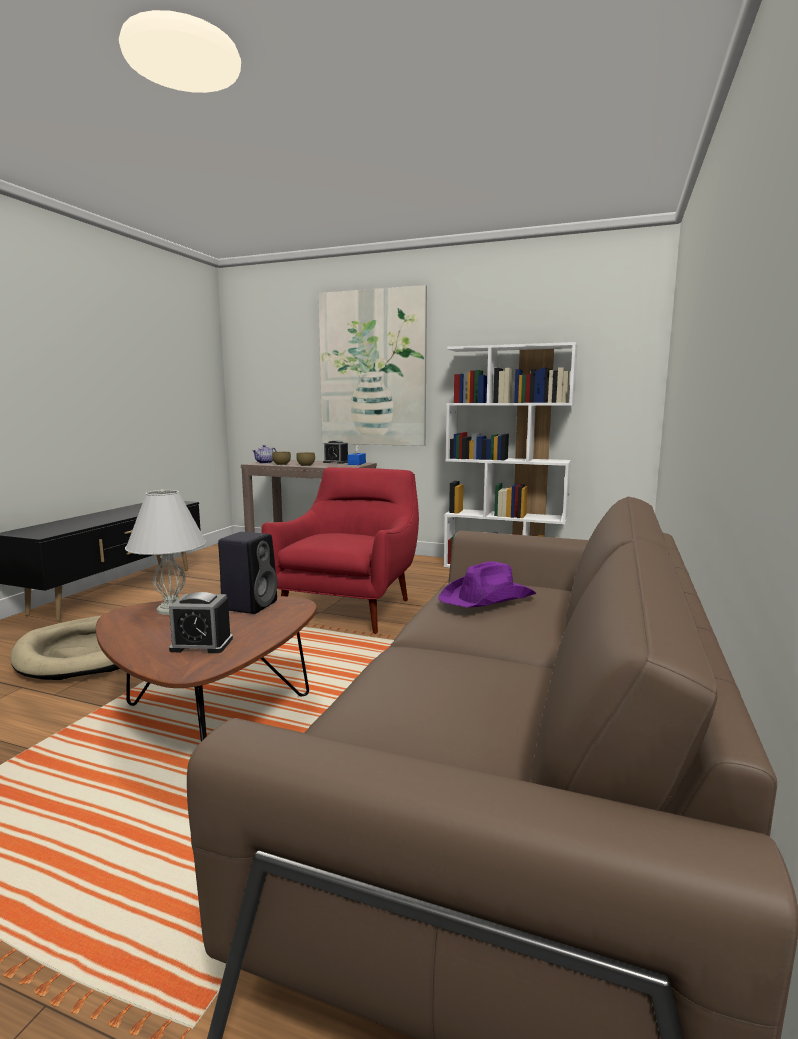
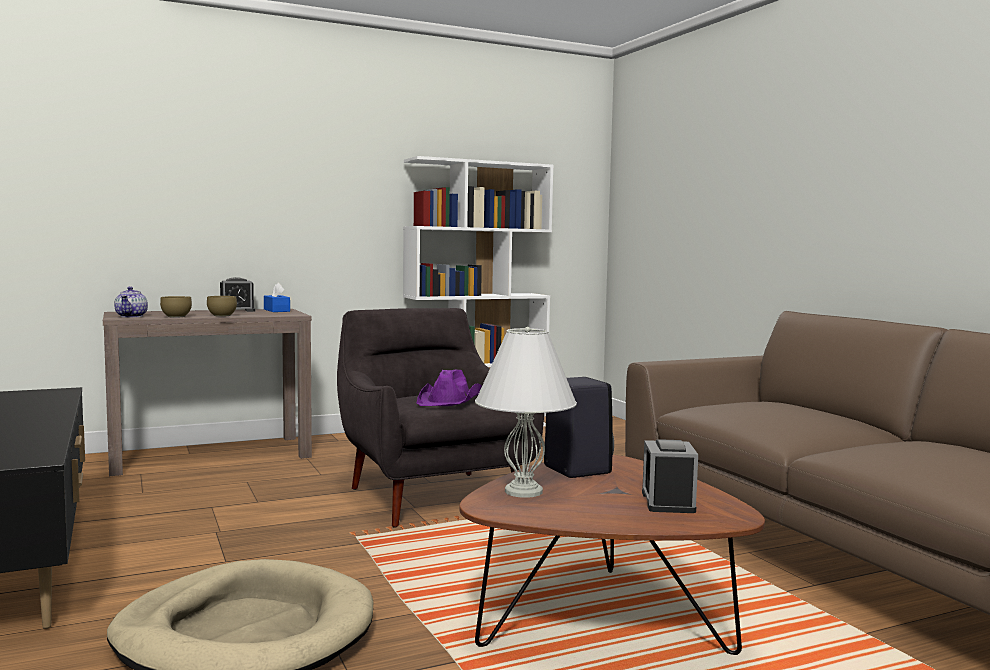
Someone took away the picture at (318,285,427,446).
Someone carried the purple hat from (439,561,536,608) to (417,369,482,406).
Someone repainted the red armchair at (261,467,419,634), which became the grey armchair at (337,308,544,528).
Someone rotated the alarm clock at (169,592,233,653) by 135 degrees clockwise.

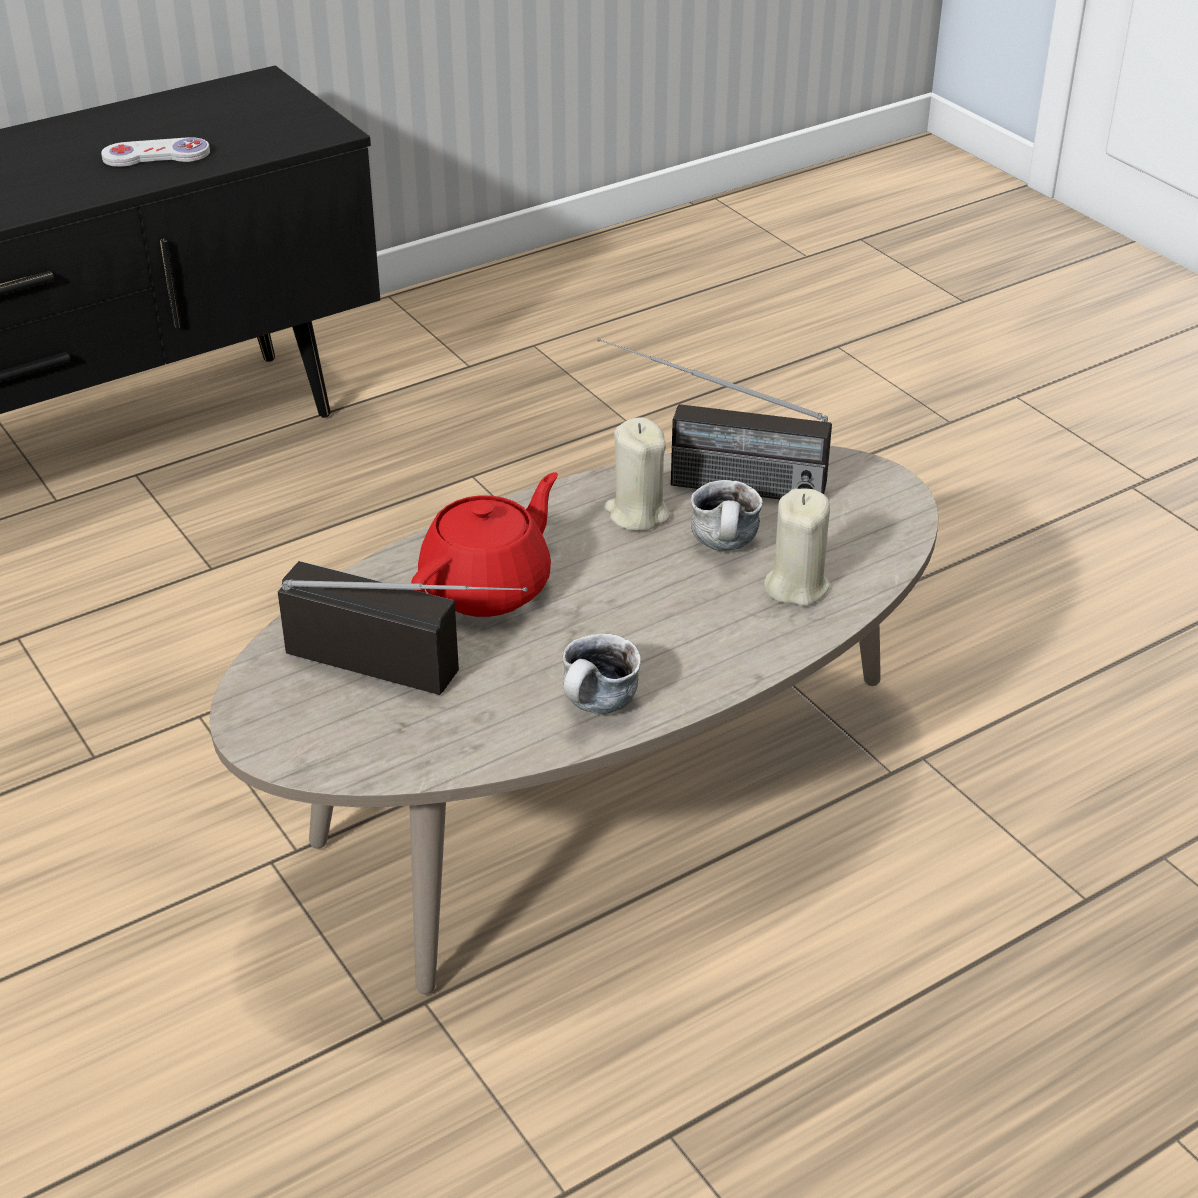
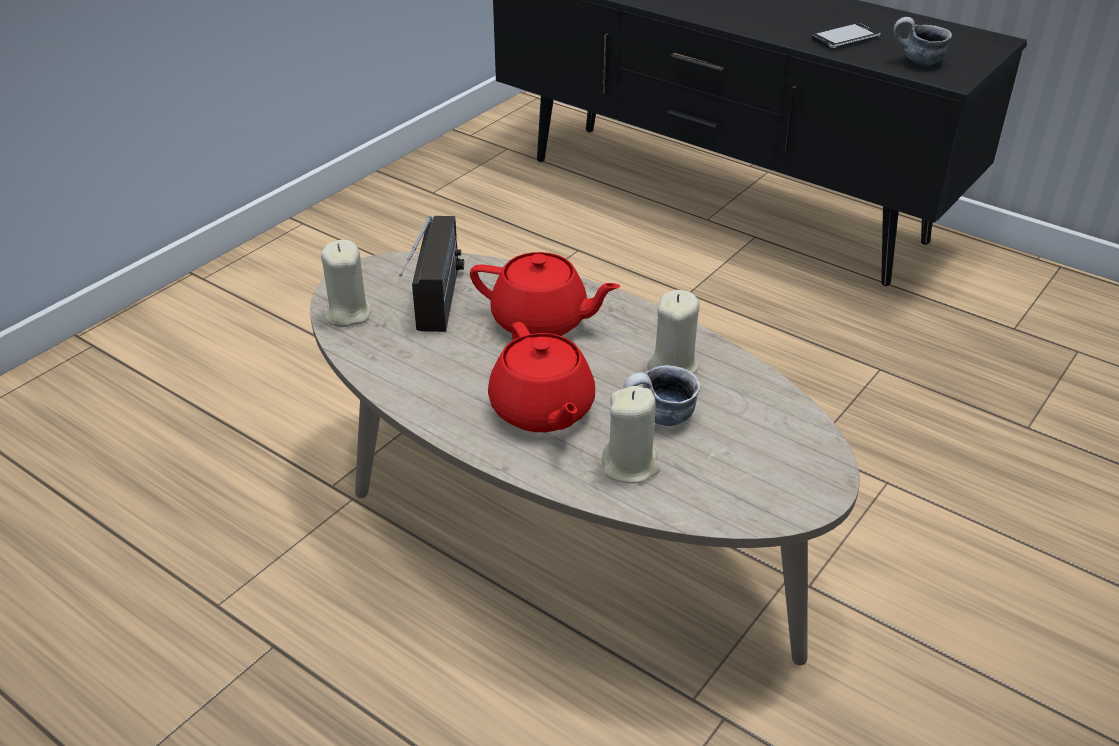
Someone took away the radio at (597,338,832,499).
Someone put down the beige candle at (321,240,371,327).
Someone put down the red teapot at (488,322,595,432).
Someone carried the mug from (562,633,641,714) to (893,17,952,66).
Someone swapped the white game controller at (101,137,210,167) for the phone at (811,23,881,49).

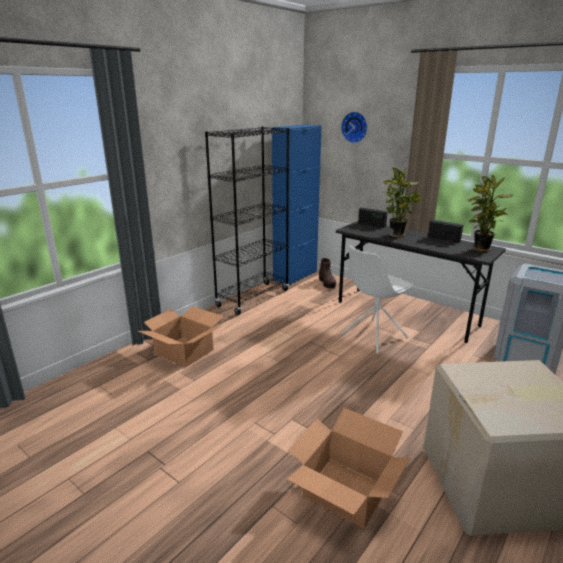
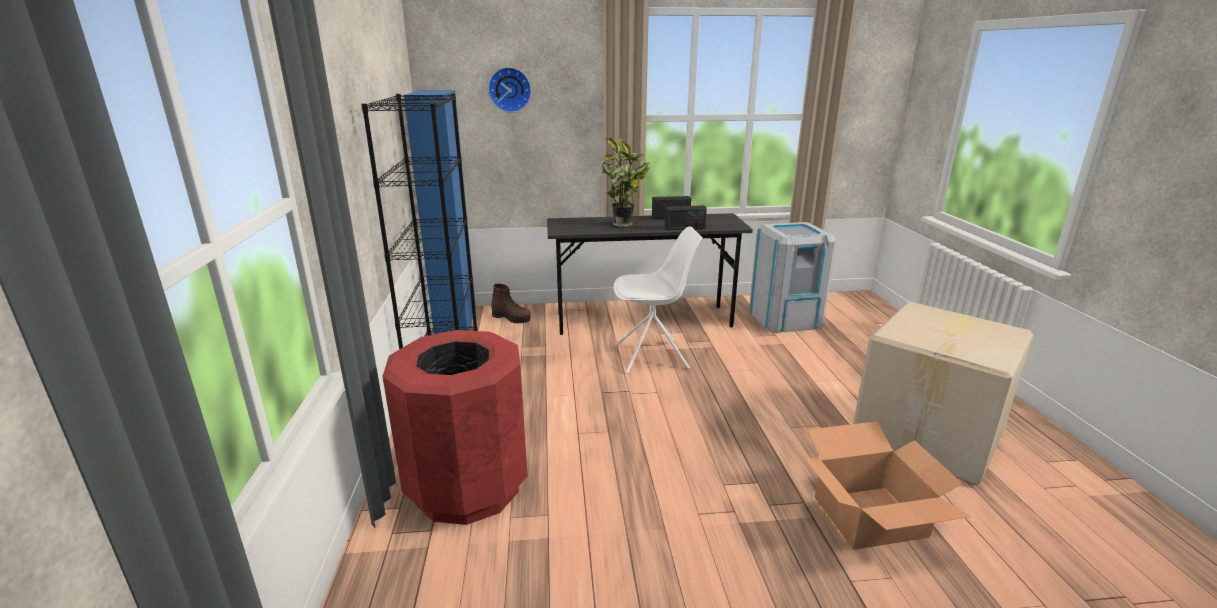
Someone took away the potted plant at (467,175,513,252).
Someone carried the radio from (358,207,388,228) to (664,205,707,230).
Someone swapped the cardboard box at (138,306,224,367) for the red trash can at (382,330,528,525).
Someone rotated the white chair at (341,246,413,354) by 105 degrees counterclockwise.

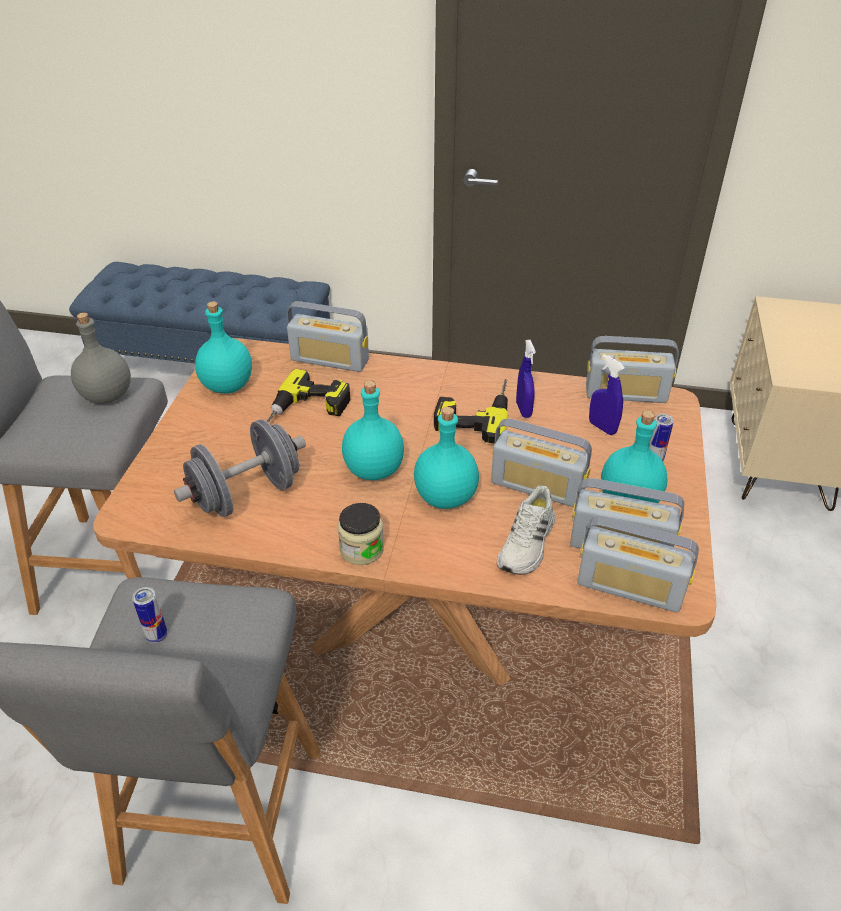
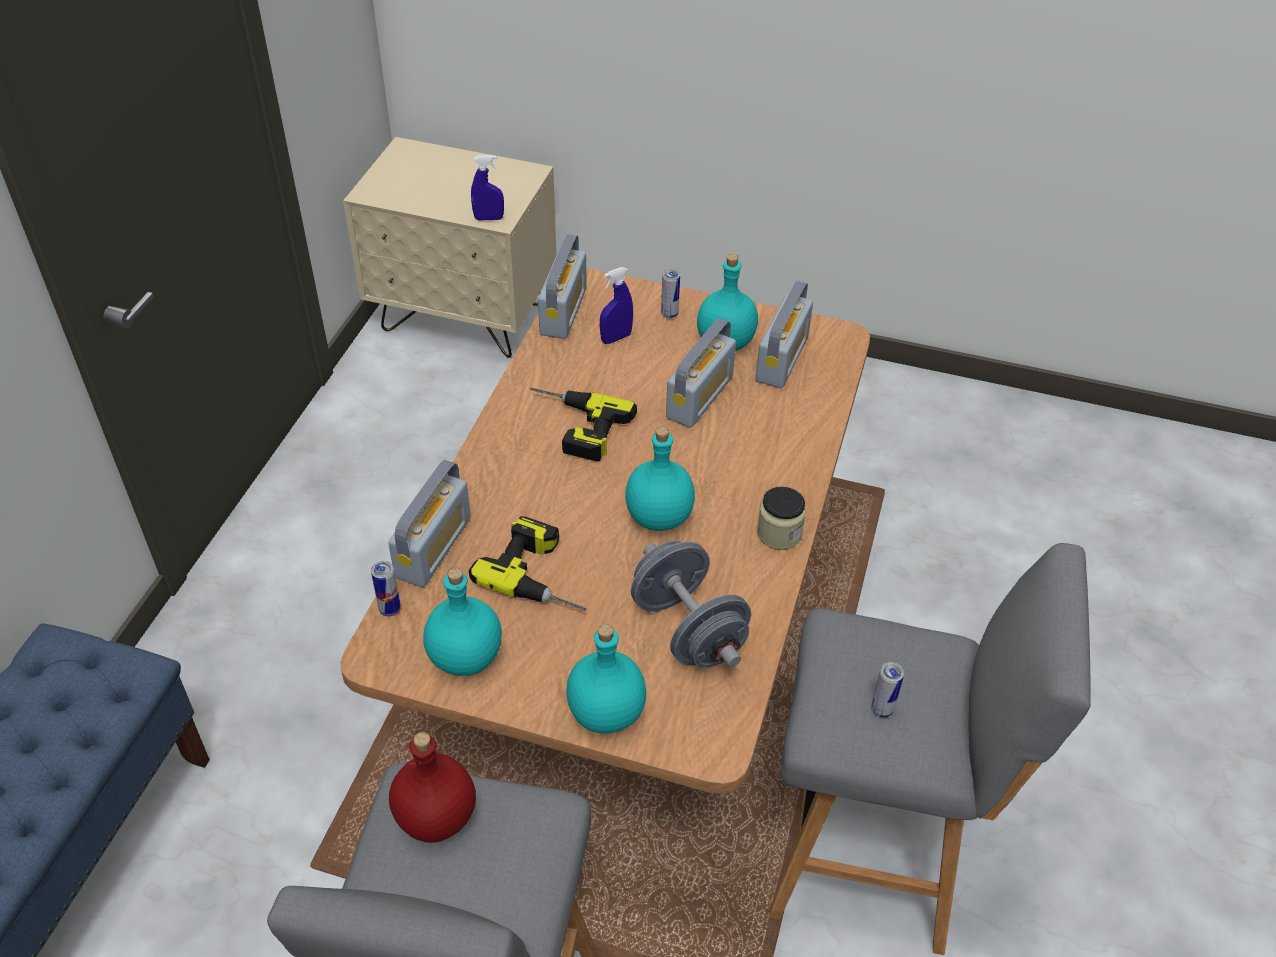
Someone took away the white shoe at (497,486,555,575).
Someone took away the radio at (577,516,699,613).
Someone put down the can at (371,561,401,616).
Someone carried the turquoise bottle from (414,407,479,509) to (566,624,646,733).
Someone carried the blue spray bottle from (516,340,536,418) to (471,155,504,220).
Someone repainted the grey bottle at (71,313,131,404), which became the red bottle at (389,732,476,843).

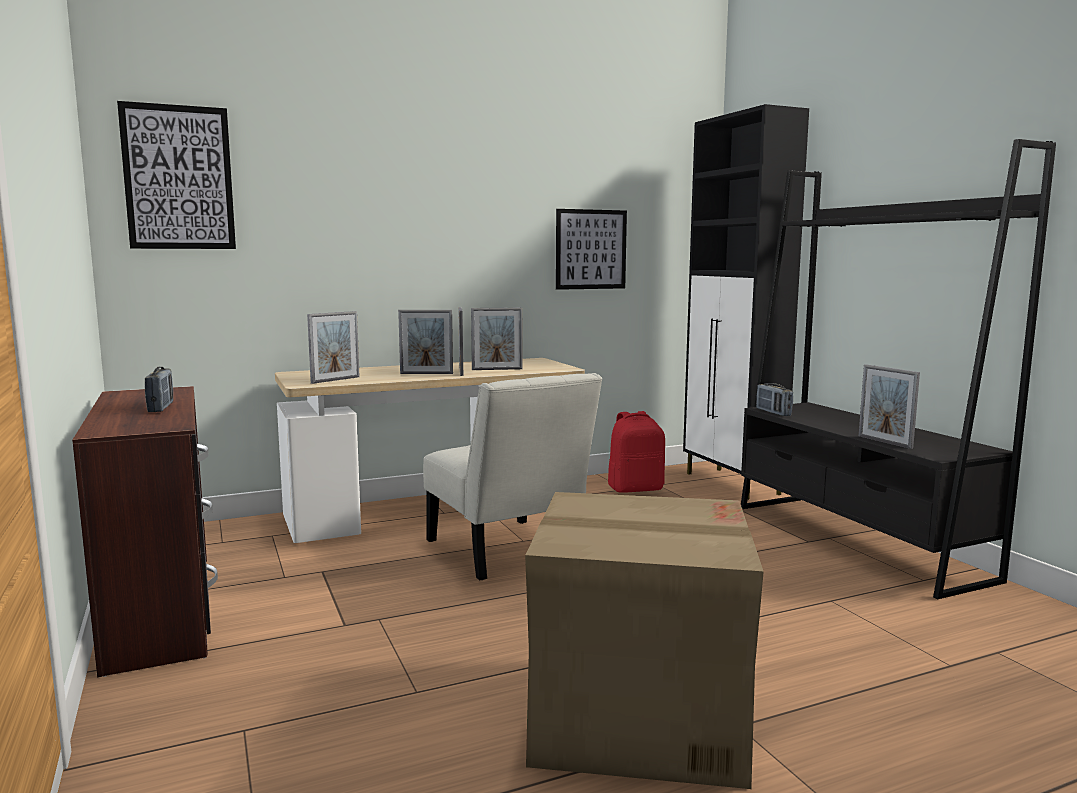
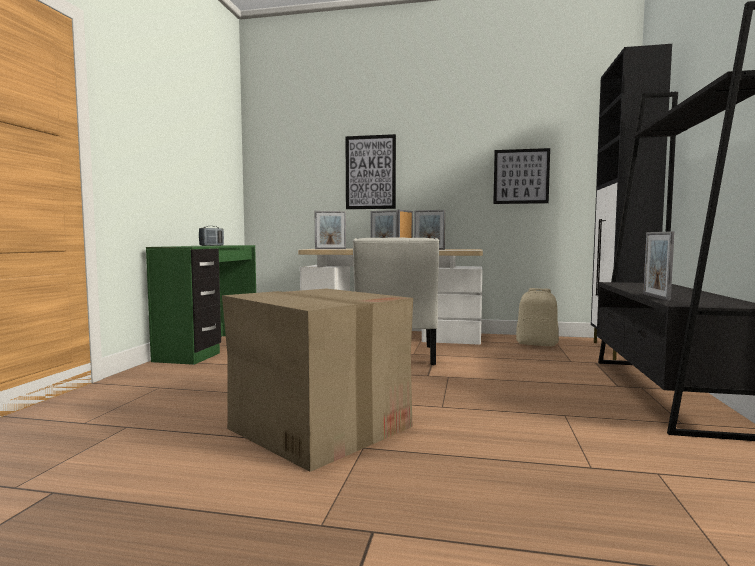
Someone took away the radio at (756,383,793,416).
Someone carried the picture from (117,101,236,249) to (345,134,396,209).
Someone repainted the brown desk at (72,386,218,677), which became the green desk at (146,245,256,365).
Someone repainted the red backpack at (608,411,665,493), which became the beige backpack at (516,288,559,346).

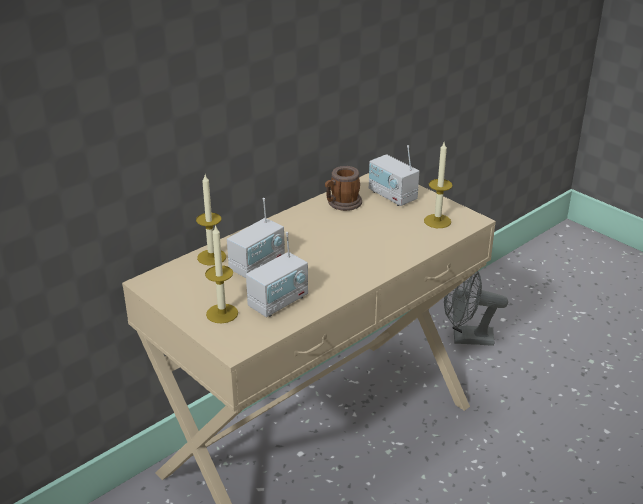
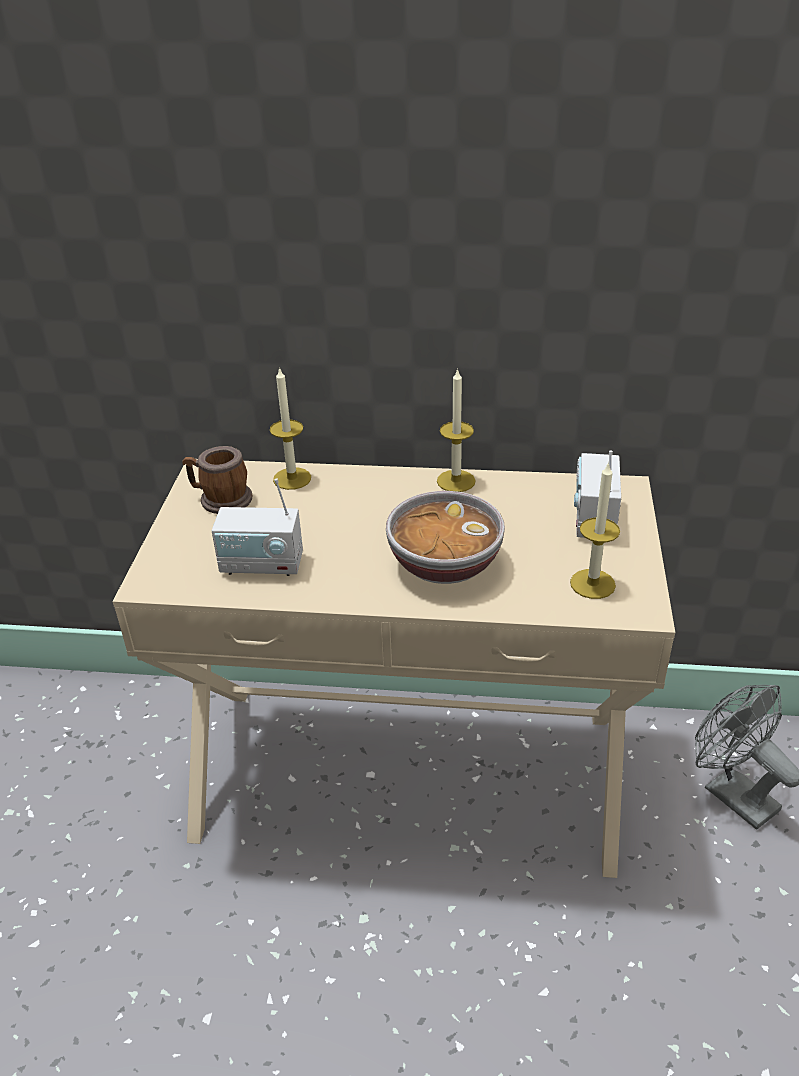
Someone took away the radio at (227,198,285,278).
Someone put down the bowl at (386,491,505,584).
Someone carried the candle from (205,225,238,323) to (437,368,476,492).
Someone carried the mug from (325,166,362,211) to (182,446,252,514).

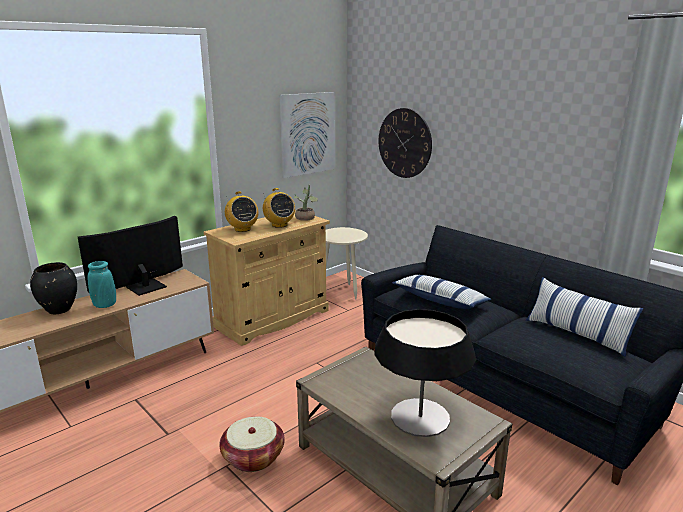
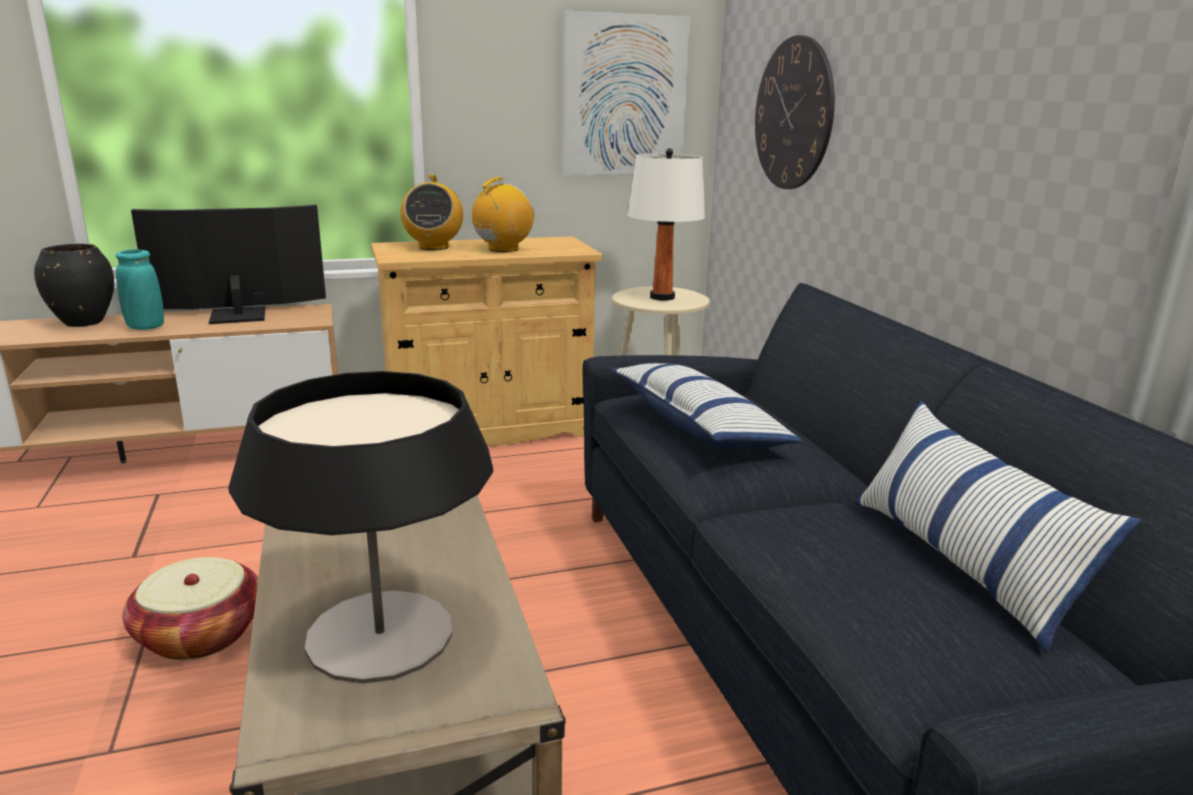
Someone took away the potted plant at (294,185,318,221).
Someone put down the white table lamp at (628,148,705,301).
Someone rotated the radio at (263,188,295,228) by 135 degrees counterclockwise.

